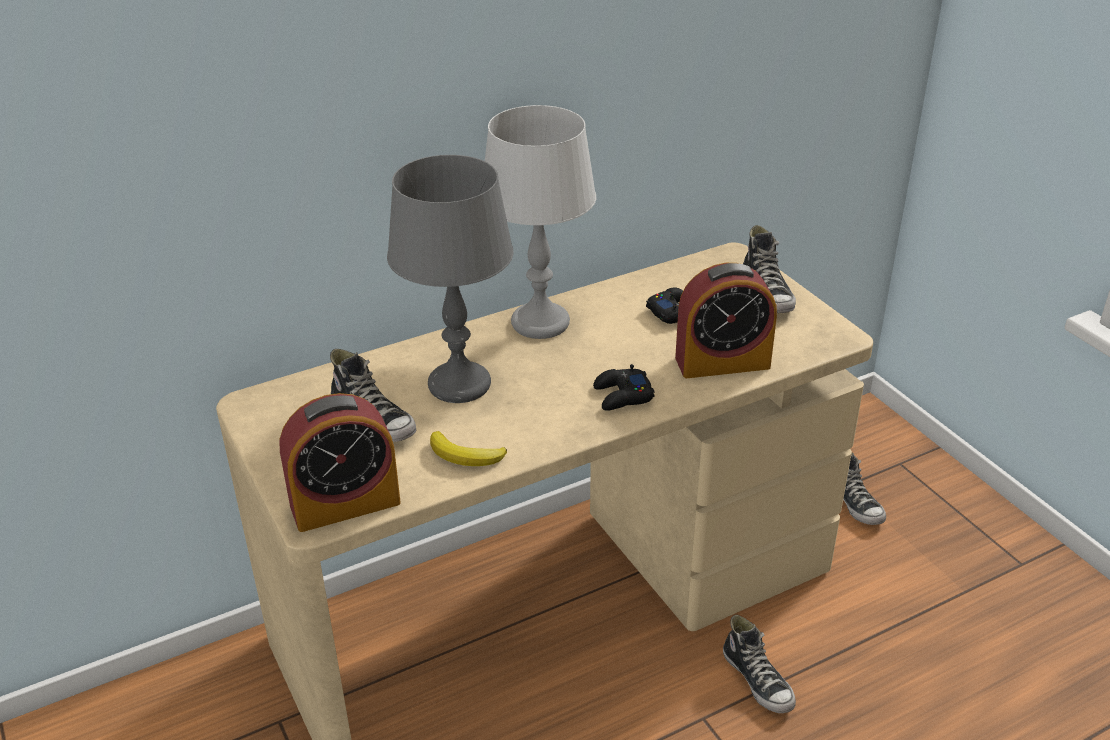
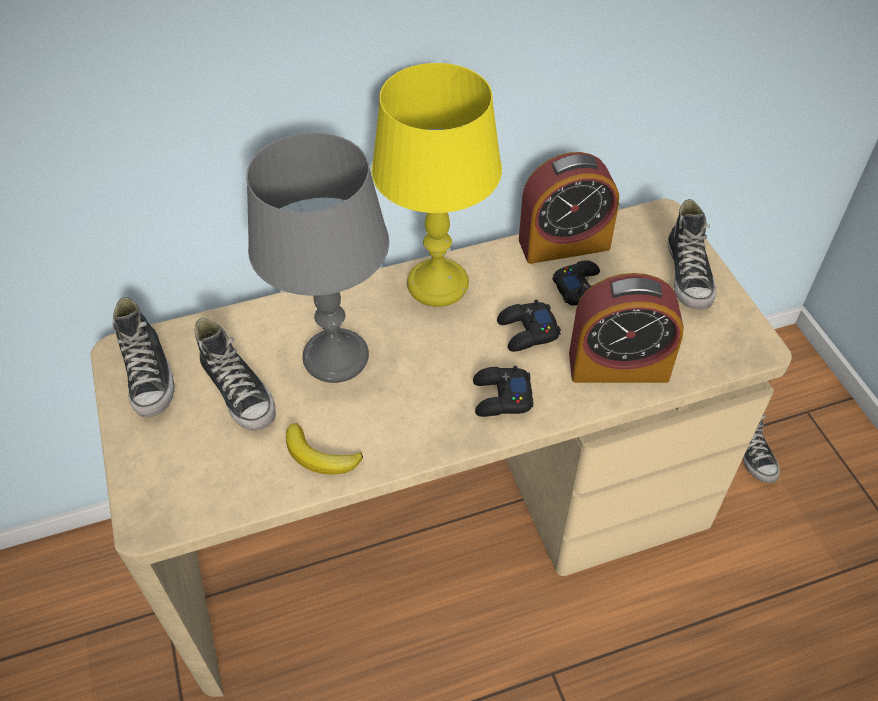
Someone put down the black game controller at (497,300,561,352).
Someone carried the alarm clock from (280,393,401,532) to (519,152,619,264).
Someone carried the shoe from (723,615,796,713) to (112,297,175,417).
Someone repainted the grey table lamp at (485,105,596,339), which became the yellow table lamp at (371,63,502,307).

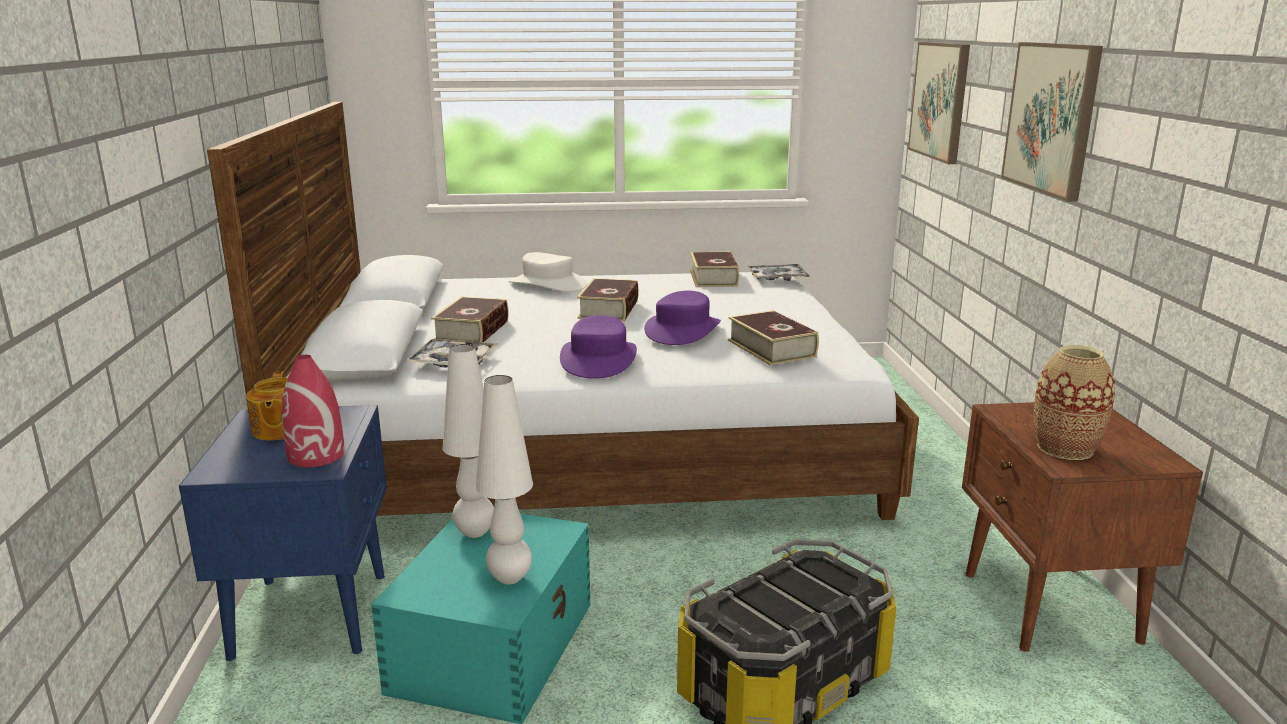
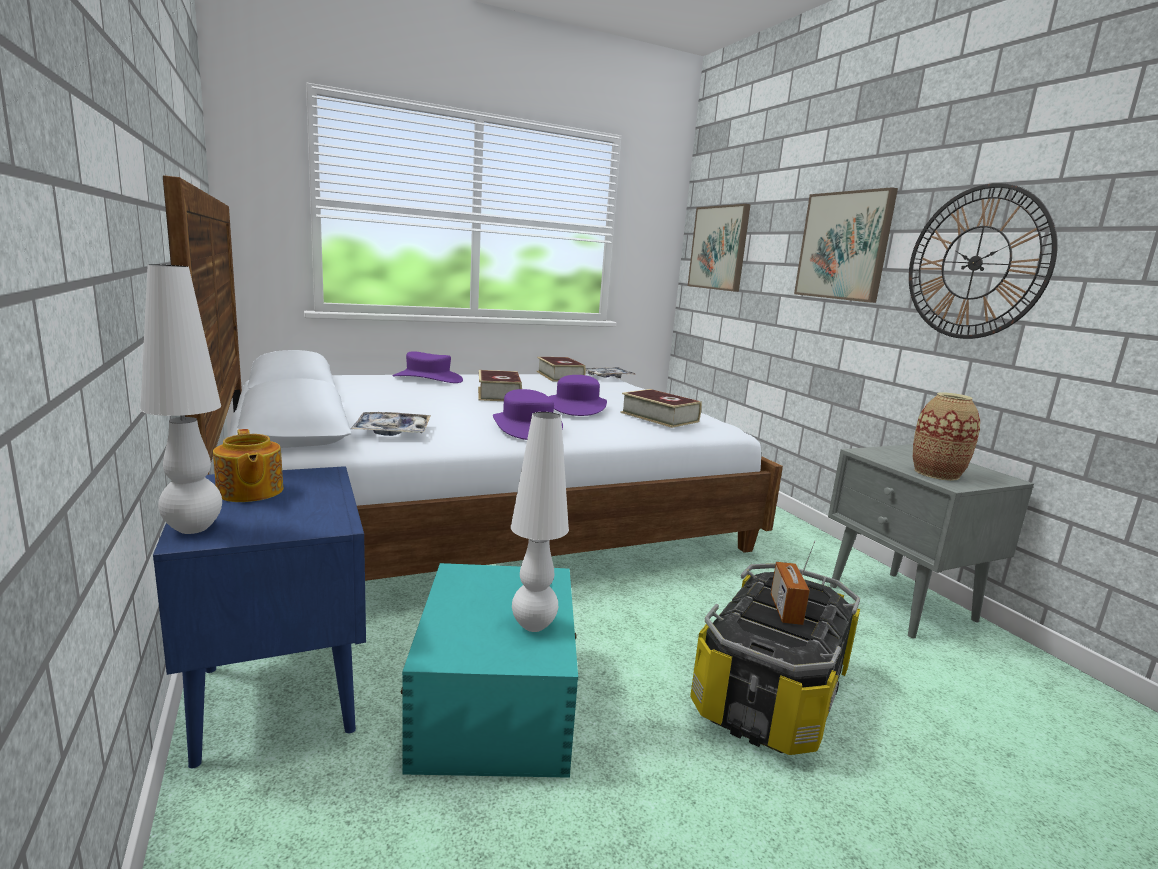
Someone took away the red vase at (282,355,345,467).
Someone took away the book at (431,297,509,342).
Someone put down the radio at (771,541,815,625).
Someone put up the wall clock at (909,183,1058,339).
Someone carried the white table lamp from (442,344,494,538) to (140,264,222,534).
Someone repainted the white hat at (509,252,587,292), which became the purple hat at (393,351,463,383).
Someone repainted the brown nightstand at (962,402,1203,652), which became the grey nightstand at (828,444,1034,638).

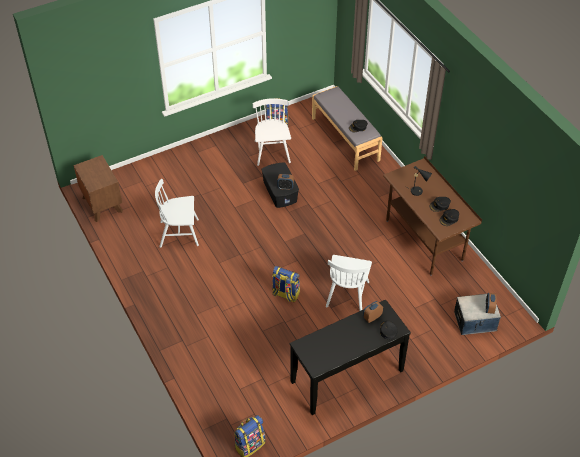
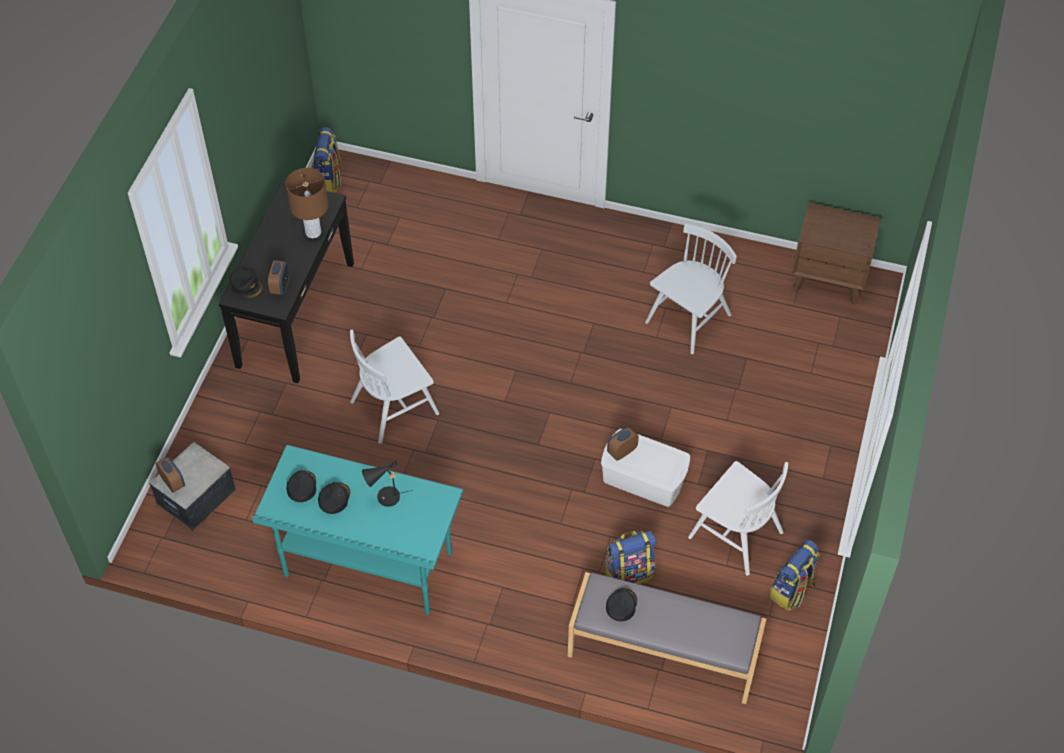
Someone put down the brown table lamp at (286,168,328,238).
Someone carried the backpack from (272,266,300,302) to (604,531,656,584).
Someone repainted the black storage box at (261,163,299,208), which became the white storage box at (601,429,690,507).
Someone repainted the brown desk at (383,156,482,276), which became the turquoise desk at (252,445,463,615).
Someone rotated the white chair at (326,255,372,311) by 90 degrees counterclockwise.

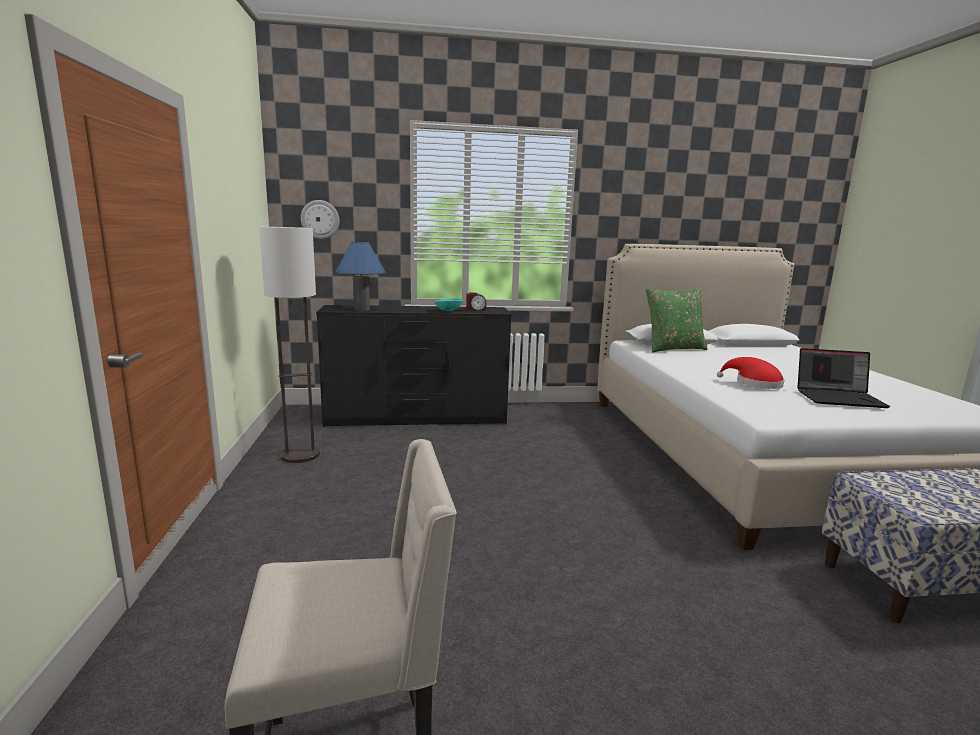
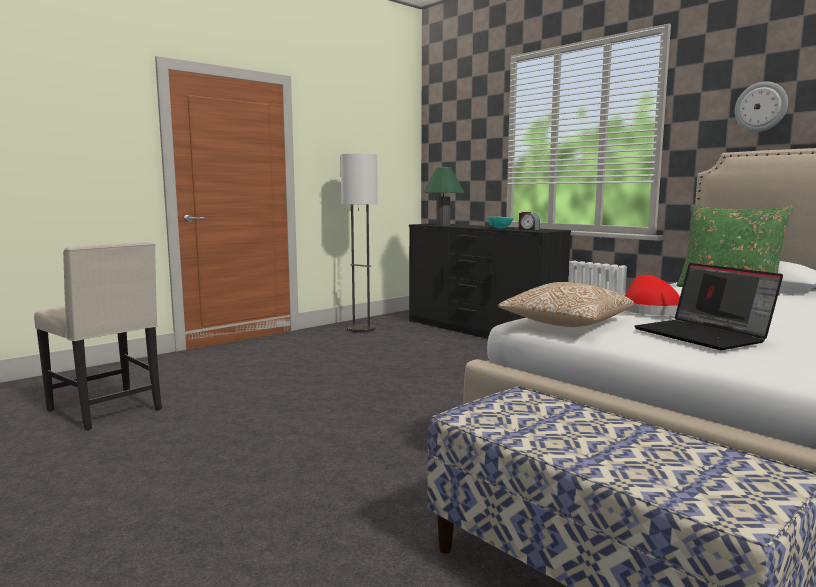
Someone put down the pillow at (498,282,634,327).
Someone carried the wall clock from (301,200,340,239) to (735,81,788,132).
Someone repainted the blue table lamp at (336,242,386,311), which became the green table lamp at (423,167,464,226).

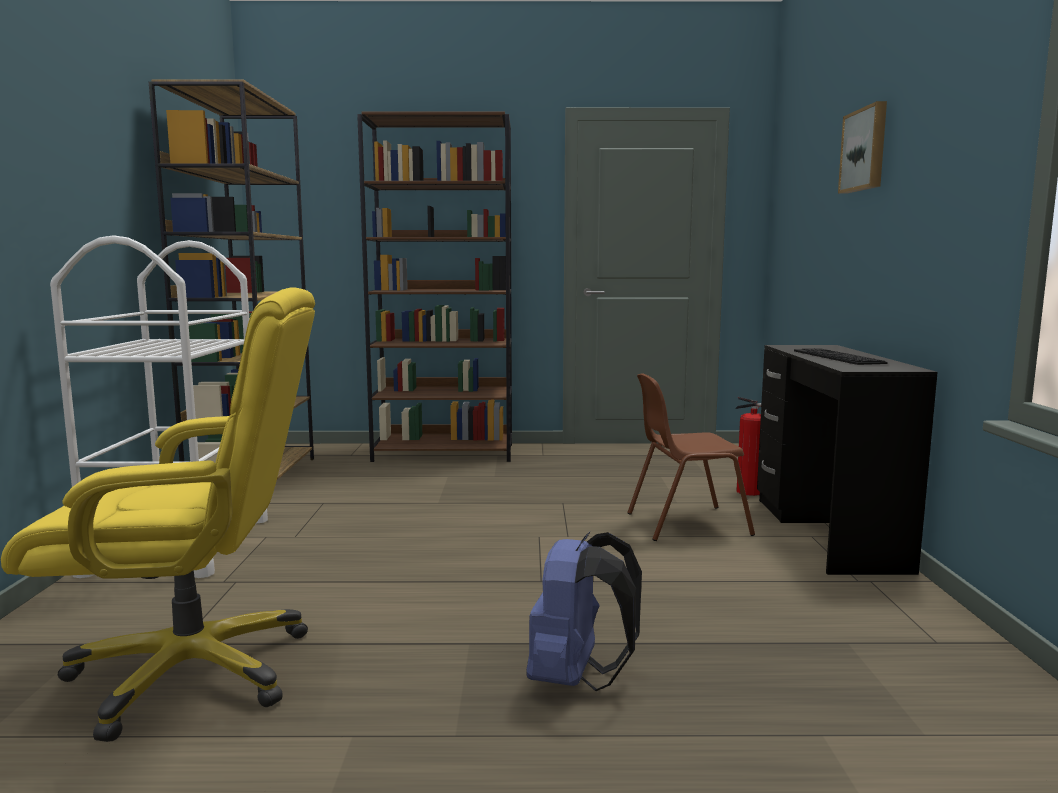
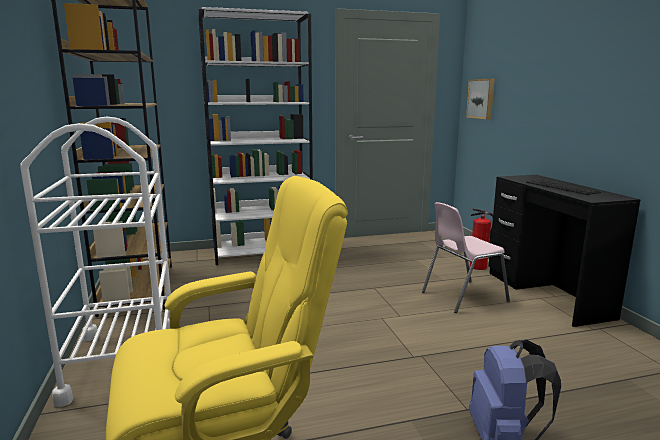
Someone carried the picture from (838,101,887,194) to (466,79,495,119).
Someone repainted the brown bookcase at (357,112,512,462), which became the white bookcase at (199,7,313,265).
Someone repainted the brown chair at (627,374,755,541), which became the pink chair at (422,202,510,313).

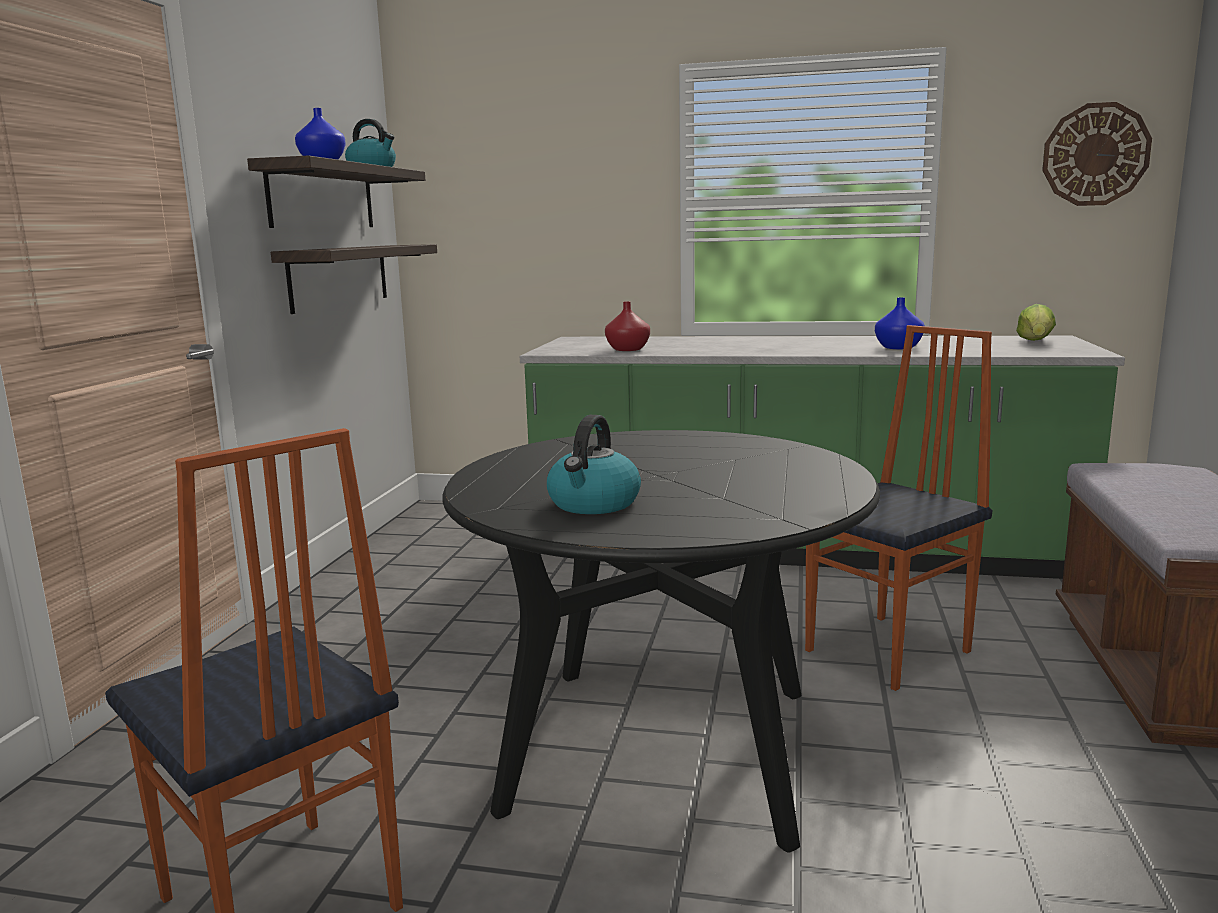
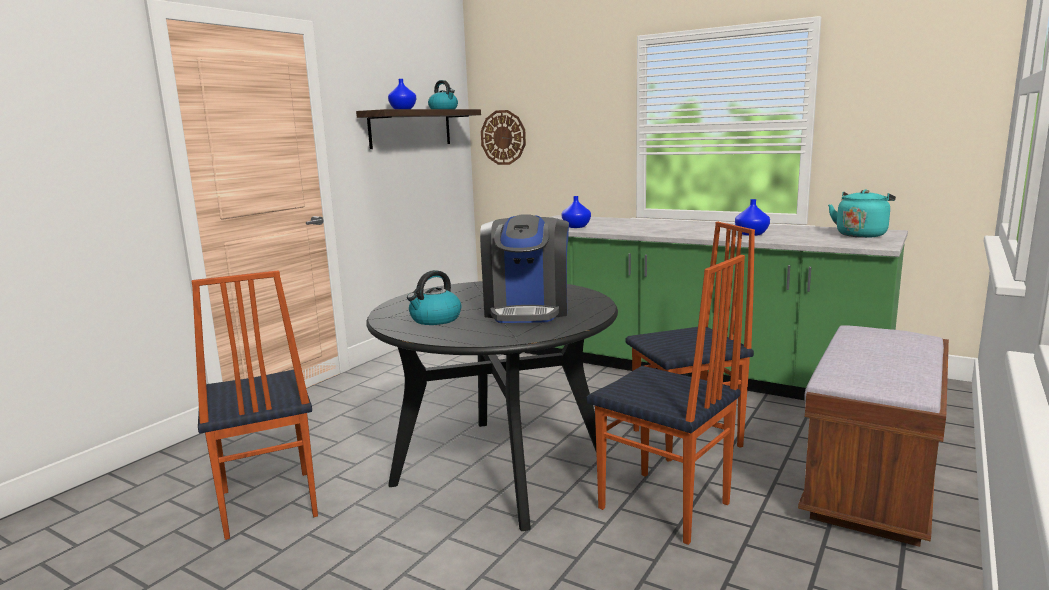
Someone took away the shelf at (271,244,437,314).
Someone put down the coffee machine at (480,214,569,323).
Someone put down the chair at (587,255,745,545).
Someone carried the wall clock from (1042,102,1152,206) to (481,110,526,165).
Someone swapped the lettuce at (1016,304,1056,341) for the turquoise kettle at (828,189,896,238).
Someone repainted the red vase at (605,302,650,351), which became the blue vase at (562,196,591,228).

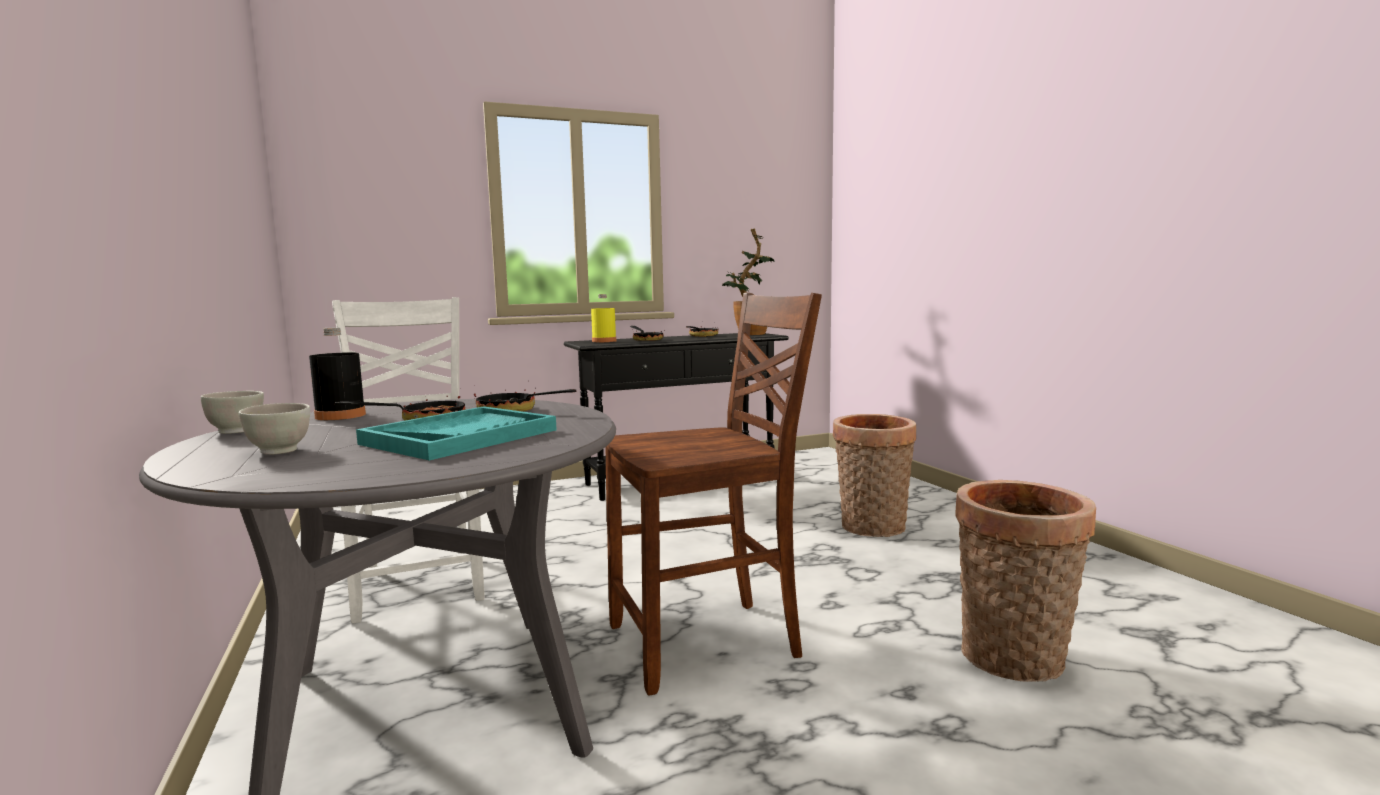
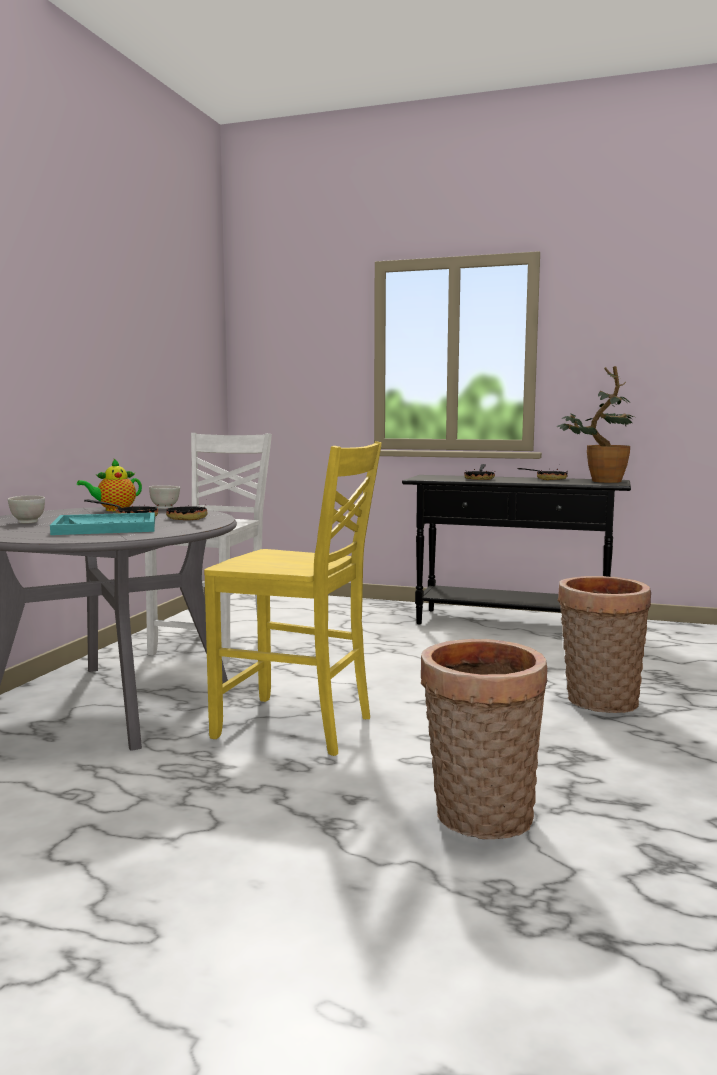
Someone took away the yellow bottle at (591,294,616,342).
Someone carried the white bowl from (201,391,264,434) to (149,485,180,509).
Someone swapped the black bottle at (309,327,366,420) for the teapot at (77,459,142,511).
Someone repainted the brown chair at (606,293,822,696), which became the yellow chair at (204,441,382,756).

